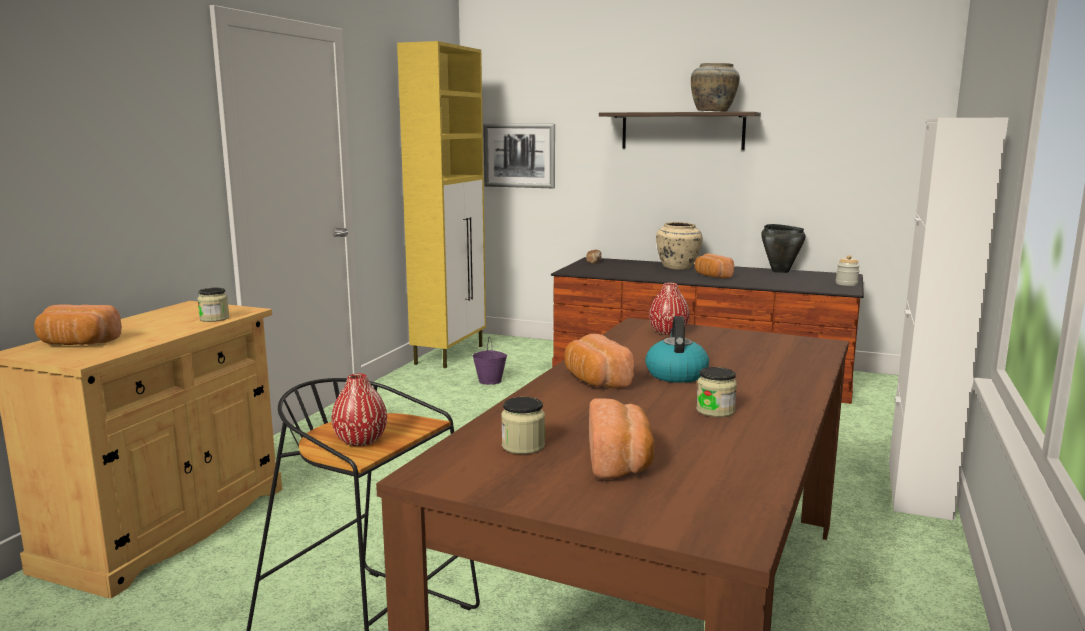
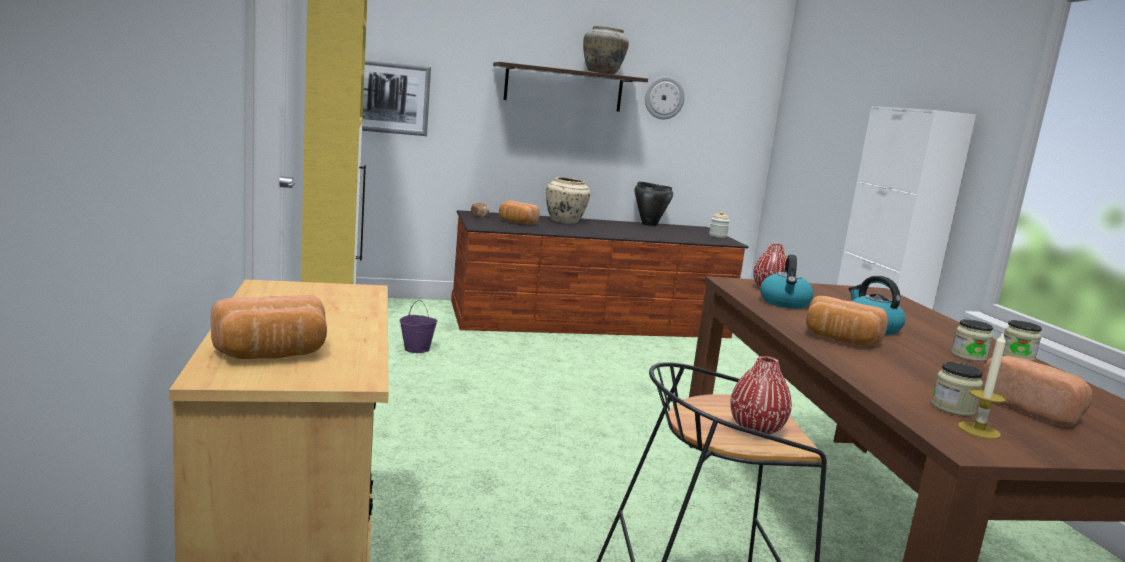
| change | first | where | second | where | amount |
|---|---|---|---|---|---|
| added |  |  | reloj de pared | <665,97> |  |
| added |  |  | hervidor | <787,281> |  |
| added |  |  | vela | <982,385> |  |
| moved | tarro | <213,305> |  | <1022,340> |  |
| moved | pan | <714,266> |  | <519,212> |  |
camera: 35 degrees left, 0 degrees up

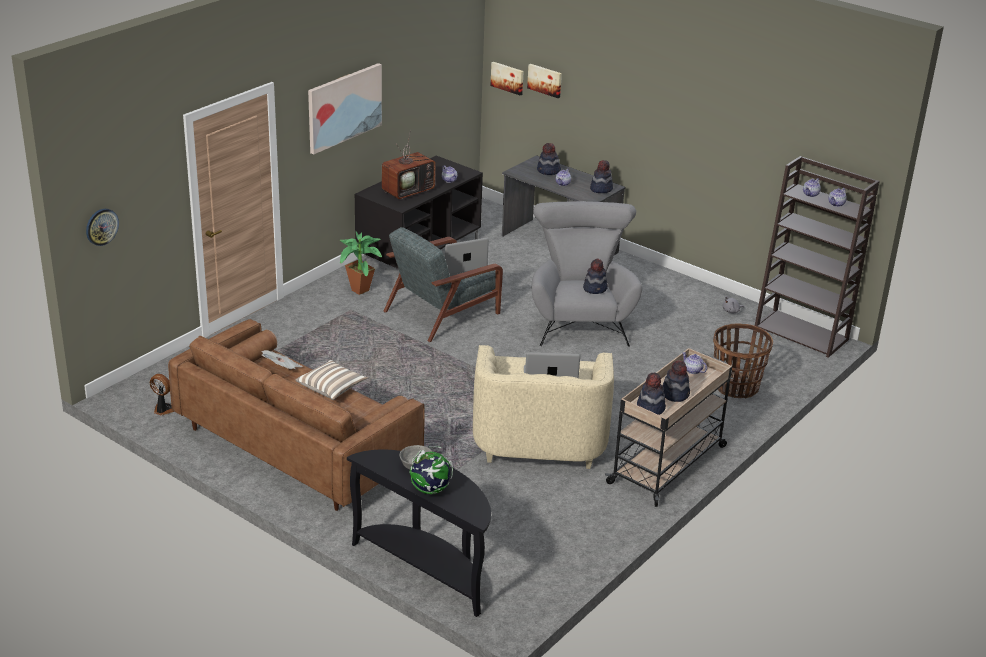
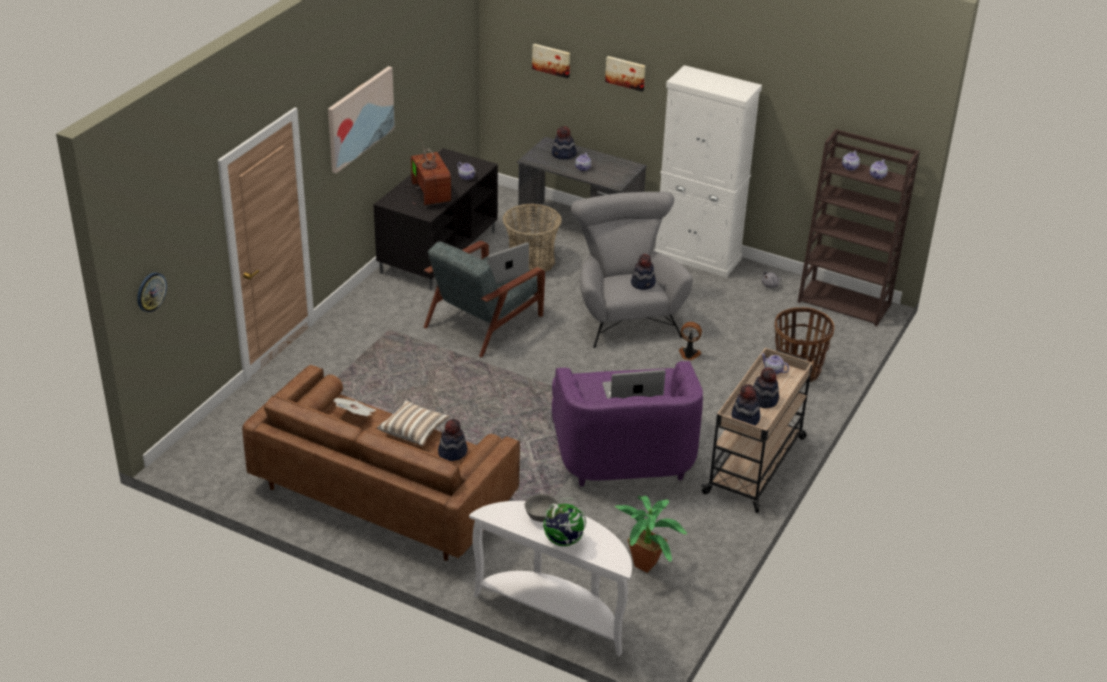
| change | first | where | second | where | amount |
|---|---|---|---|---|---|
| added |  |  | cesta | <532,238> |  |
| added |  |  | armario (blanco) | <708,171> |  |
| moved | ventilador | <162,395> |  | <690,341> |  |
| moved | planta en maceta | <361,263> |  | <651,534> |  |
| moved | cuadro | <507,79> |  | <625,74> |  |
| moved | sombrero | <601,176> |  | <452,440> |  |
| recoloured | mesa consola (negro) | <419,533> | mesa consola (blanco) | <550,579> |  |
| recoloured | sillón (beis) | <543,407> | sillón (morado) | <627,423> |  |
| turned | televisor | <409,165> |  | <430,170> | 60 degrees counterclockwise |
camera: 10 degrees left, 5 degrees up

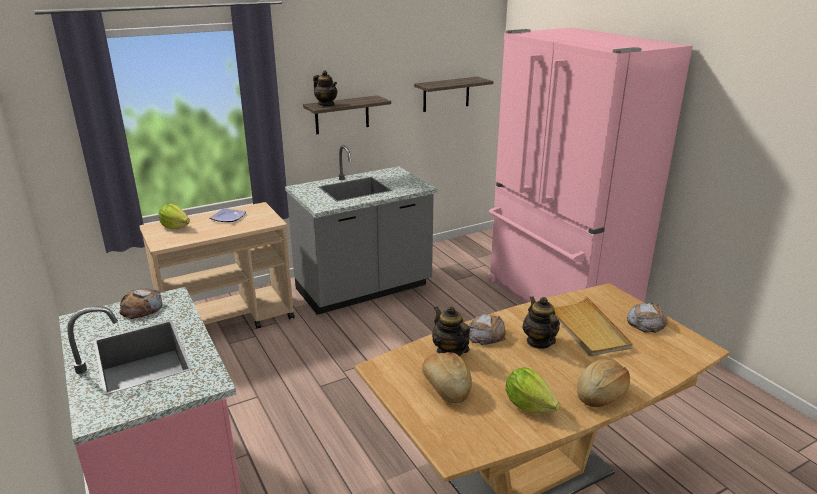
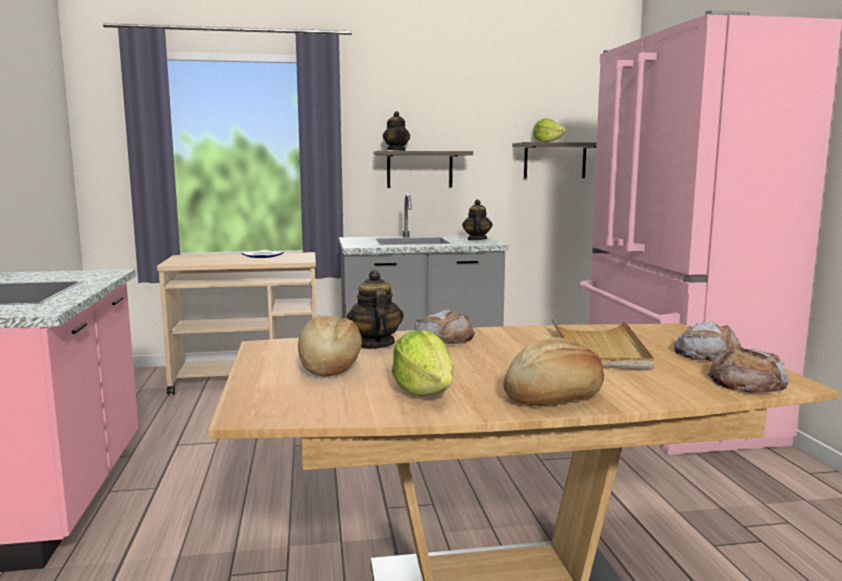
| change | first | where | second | where | amount |
|---|---|---|---|---|---|
| moved | pan | <141,303> |  | <748,370> |  |
| moved | lechuga | <174,216> |  | <549,130> |  |
| moved | tetera | <541,323> |  | <477,220> |  |
camera: 20 degrees right, 15 degrees down

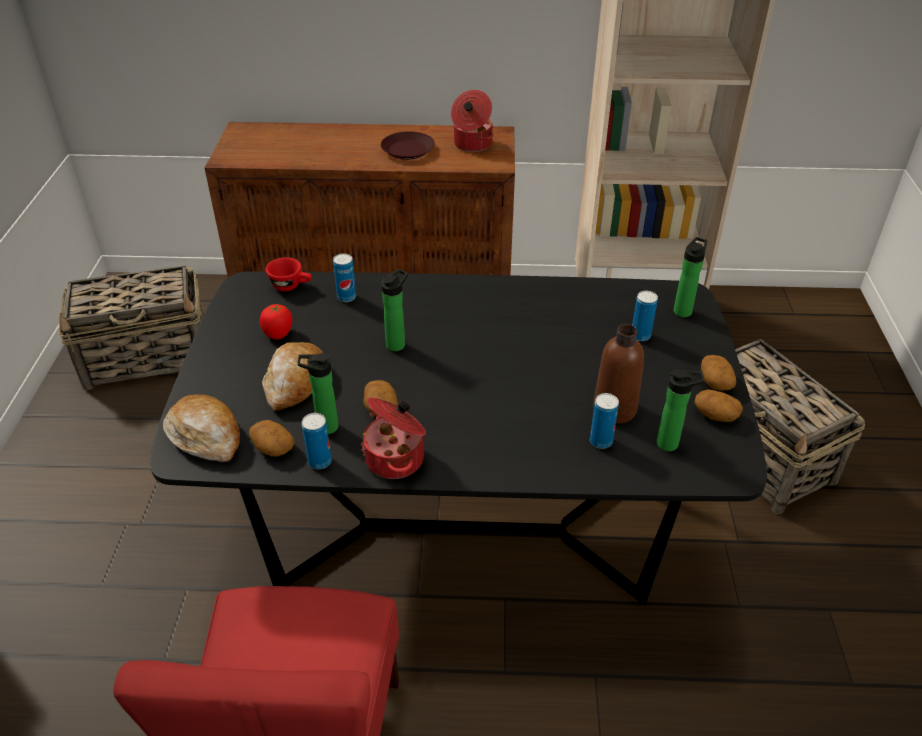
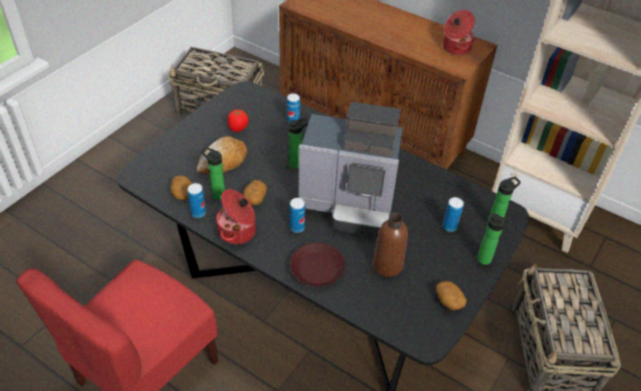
| change | first | where | second | where | amount |
|---|---|---|---|---|---|
| removed | pan | <201,428> |  |  |  |
| removed | taza (rojo) | <289,274> |  |  |  |
| removed | patata | <718,372> |  |  |  |
| added |  |  | cafetera | <350,169> |  |
| moved | plato (marrón) | <408,145> |  | <317,265> |  |
| moved | lata | <604,421> |  | <297,215> |  |
| moved | botella | <680,410> |  | <494,239> |  |
camera: 30 degrees right, 5 degrees up

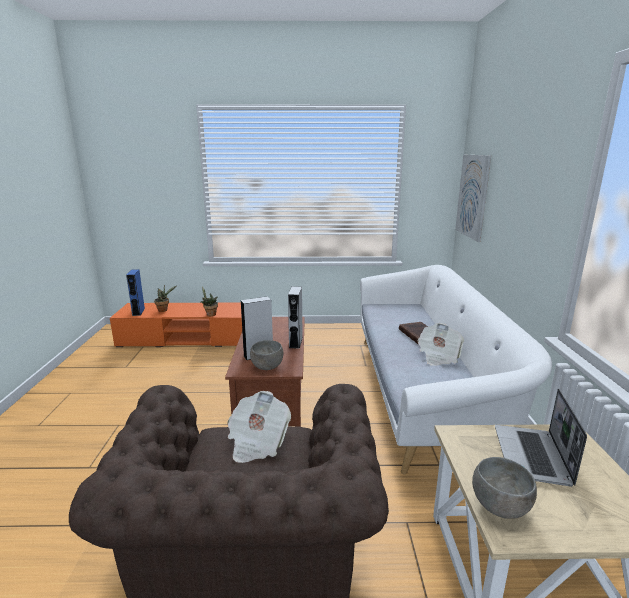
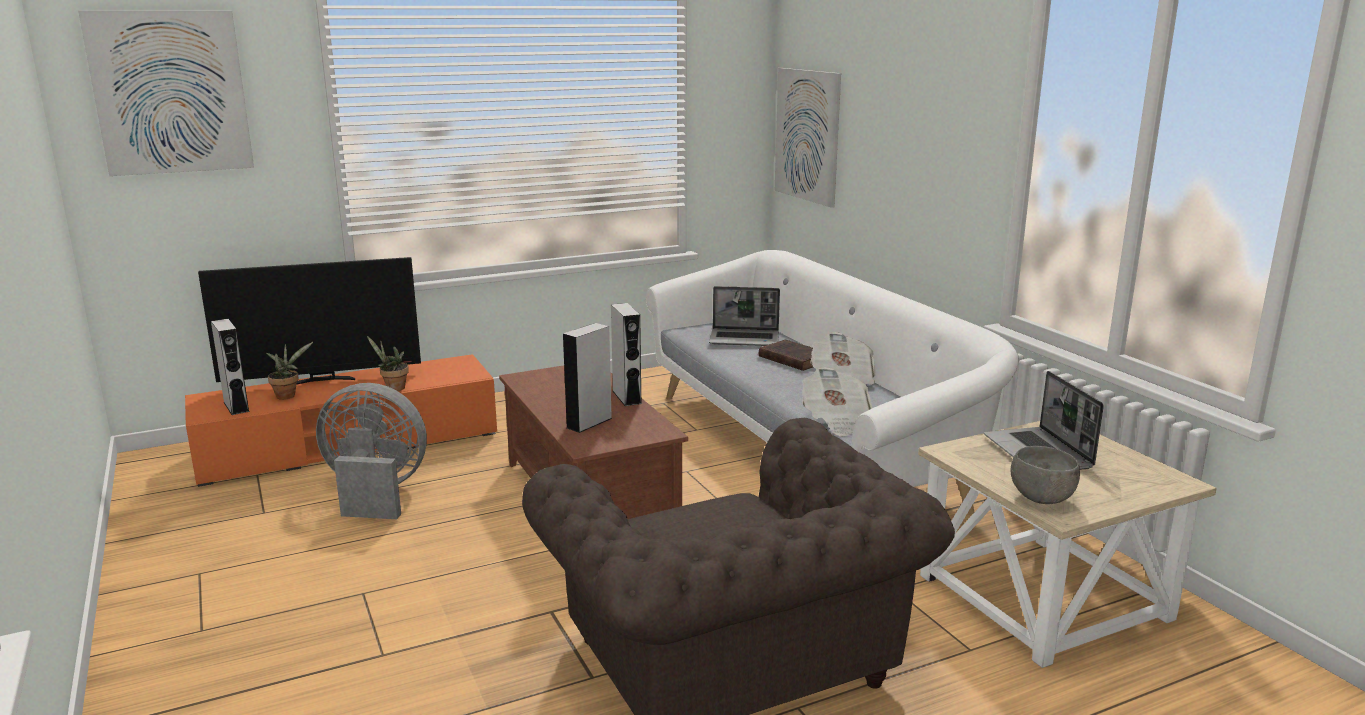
| change | first | where | second | where | amount |
|---|---|---|---|---|---|
| removed | cuenco (gris) | <266,355> |  |  |  |
| added |  |  | cuadro | <166,93> |  |
| added |  |  | televisor | <309,321> |  |
| added |  |  | ventilador (gris) | <371,451> |  |
| added |  |  | portátil | <744,316> |  |
| moved | periódico | <259,427> |  | <837,401> |  |
| recoloured | altavoz (azul) | <135,292> | altavoz (gris) | <230,367> |  |
camera: 25 degrees left, 0 degrees up

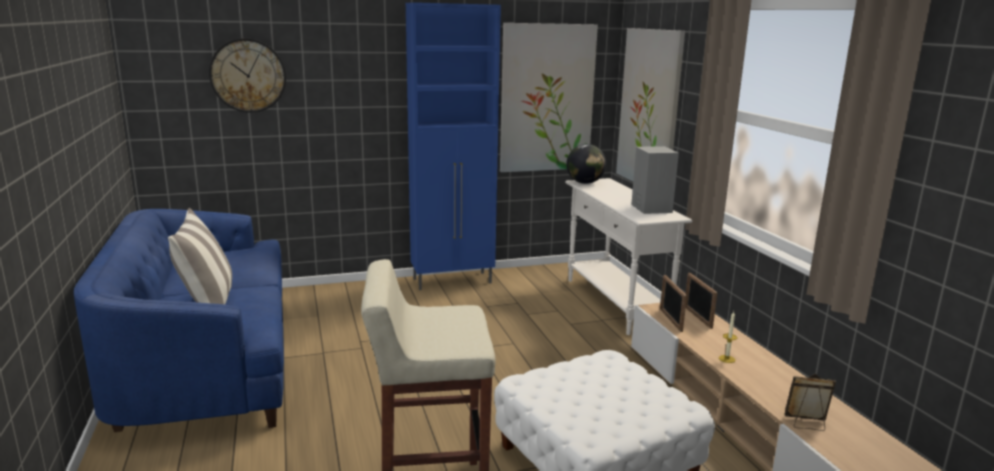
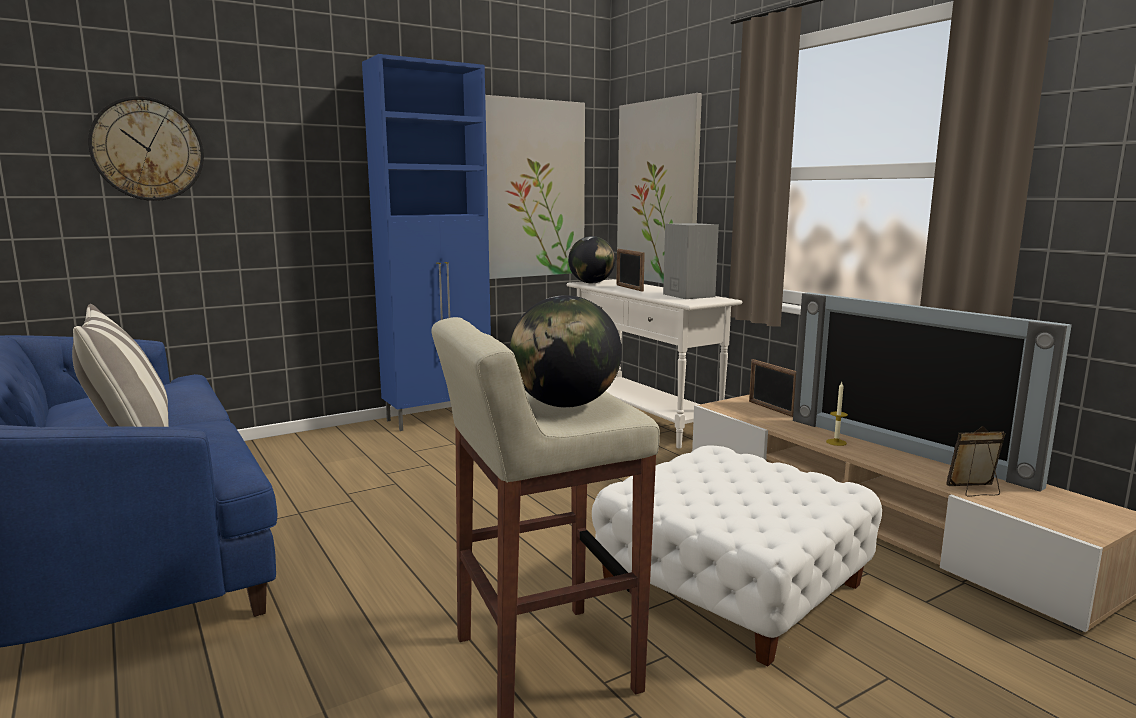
| change | first | where | second | where | amount |
|---|---|---|---|---|---|
| added |  |  | globo terráqueo | <566,351> |  |
| added |  |  | televisor | <932,391> |  |
| moved | portarretratos | <673,303> |  | <630,270> |  |
camera: 15 degrees left, 5 degrees down

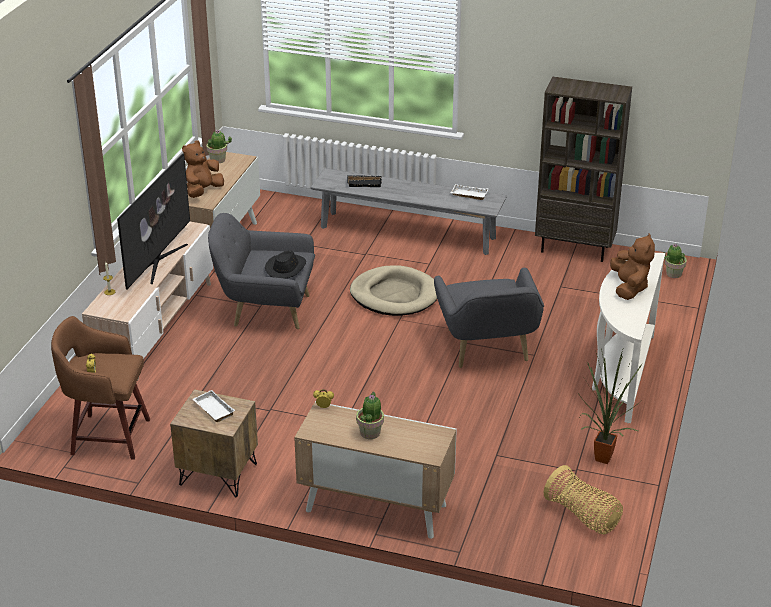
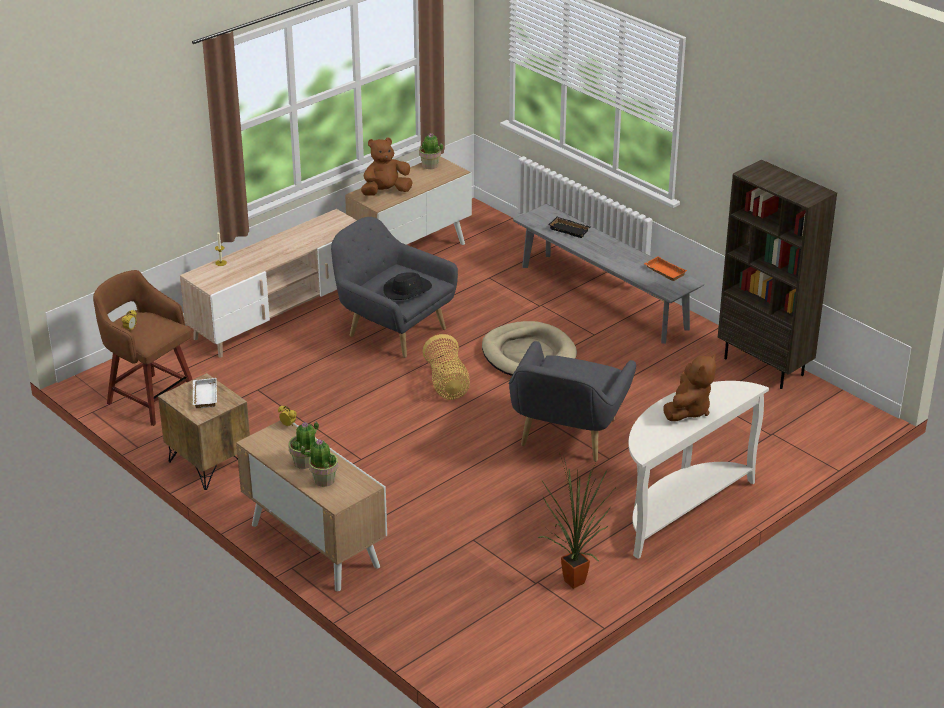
| change | first | where | second | where | amount |
|---|---|---|---|---|---|
| removed | televisor | <153,221> |  |  |  |
| moved | cesta | <583,499> |  | <446,367> |  |
| moved | planta en maceta | <675,261> |  | <319,463> |  |
| recoloured | bandeja (blanco) | <470,192> | bandeja (naranja) | <665,268> |  |
camera: 30 degrees right, 0 degrees up

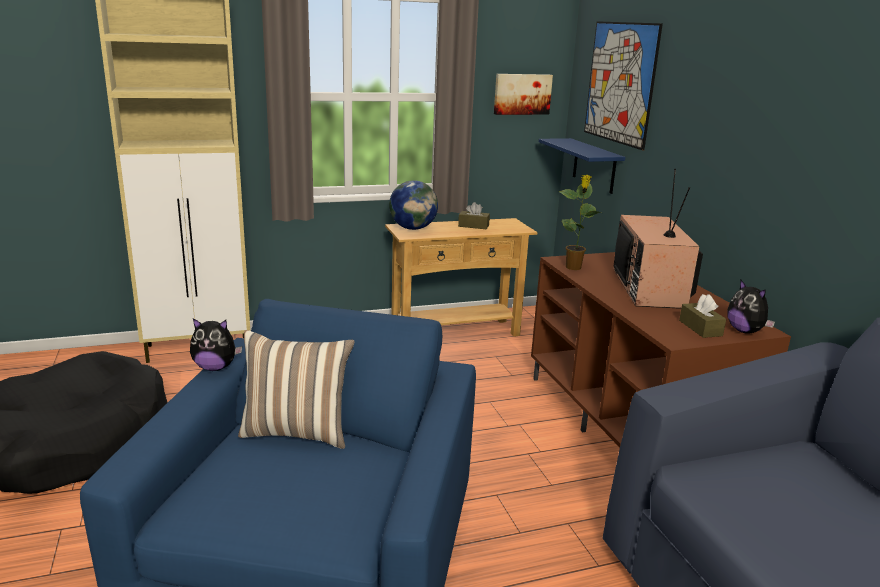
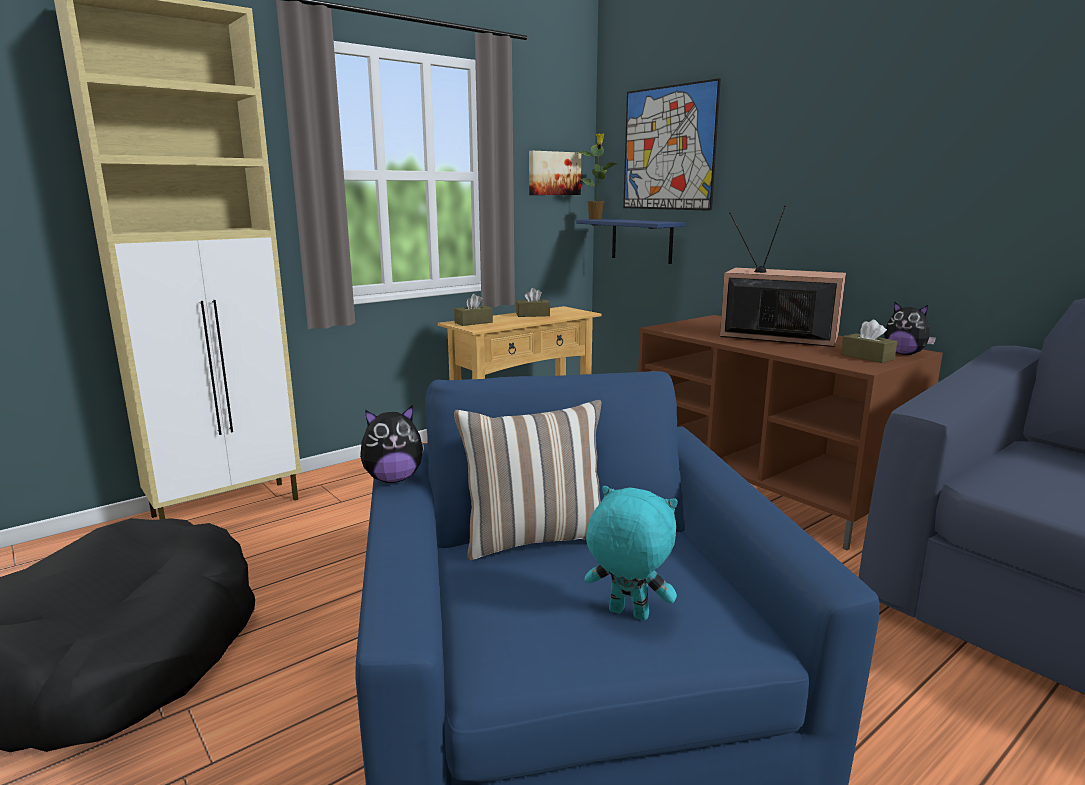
| change | first | where | second | where | amount |
|---|---|---|---|---|---|
| added |  |  | peluche (turquesa) | <631,553> |  |
| moved | planta en maceta | <580,222> |  | <597,176> |  |
| replaced | globo terráqueo | <413,205> | caja de pañuelos (marrón) | <473,310> |  |
| turned | televisor | <658,239> |  | <783,276> | 135 degrees clockwise |
camera: 20 degrees left, 5 degrees down

